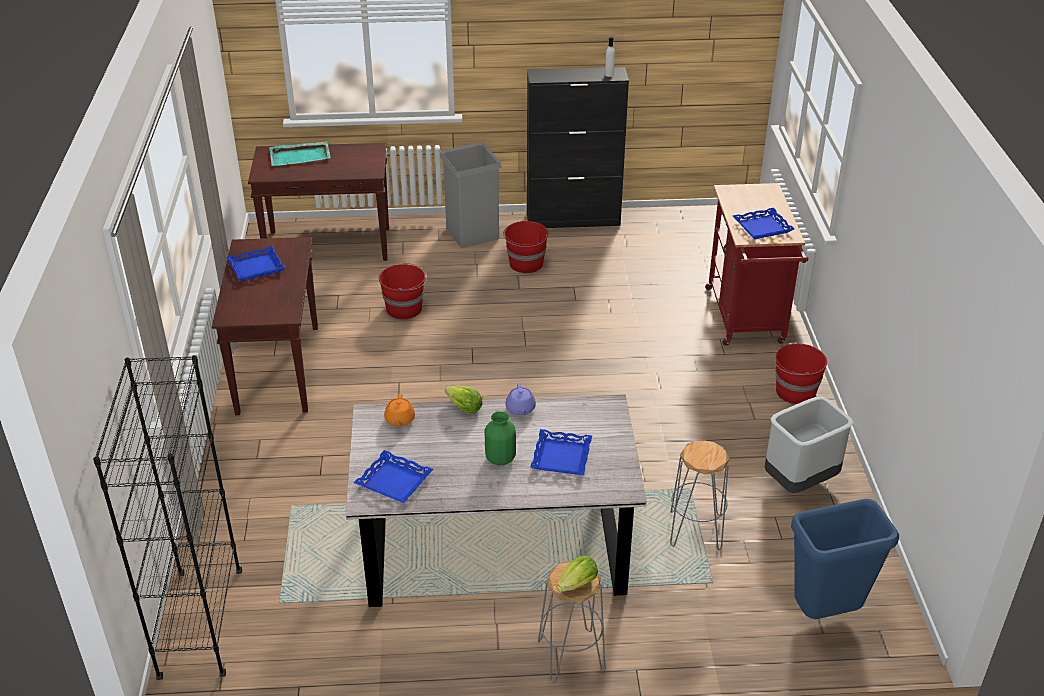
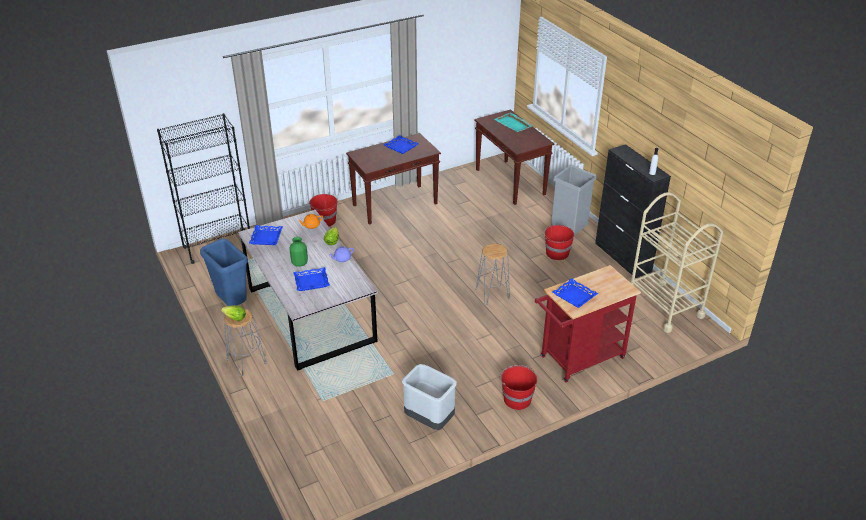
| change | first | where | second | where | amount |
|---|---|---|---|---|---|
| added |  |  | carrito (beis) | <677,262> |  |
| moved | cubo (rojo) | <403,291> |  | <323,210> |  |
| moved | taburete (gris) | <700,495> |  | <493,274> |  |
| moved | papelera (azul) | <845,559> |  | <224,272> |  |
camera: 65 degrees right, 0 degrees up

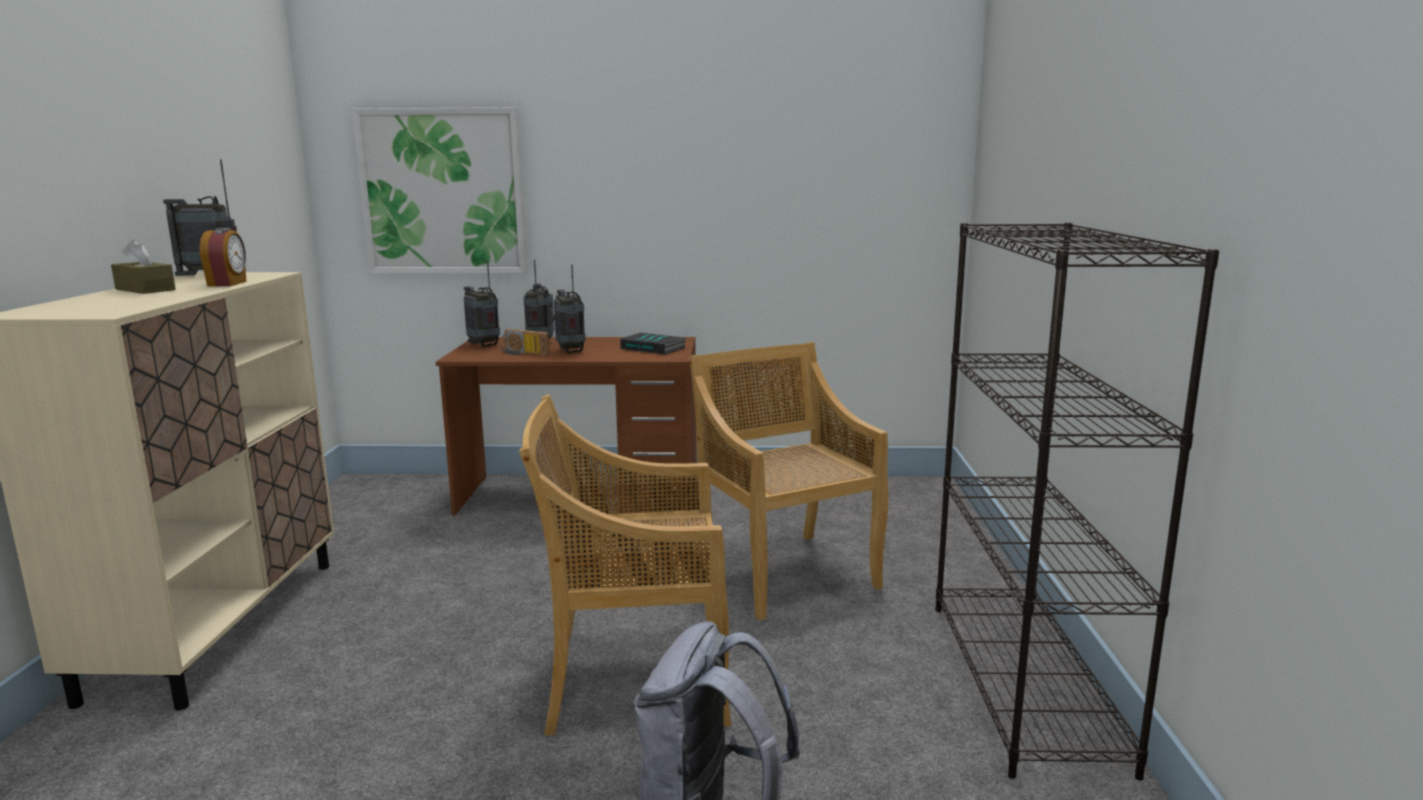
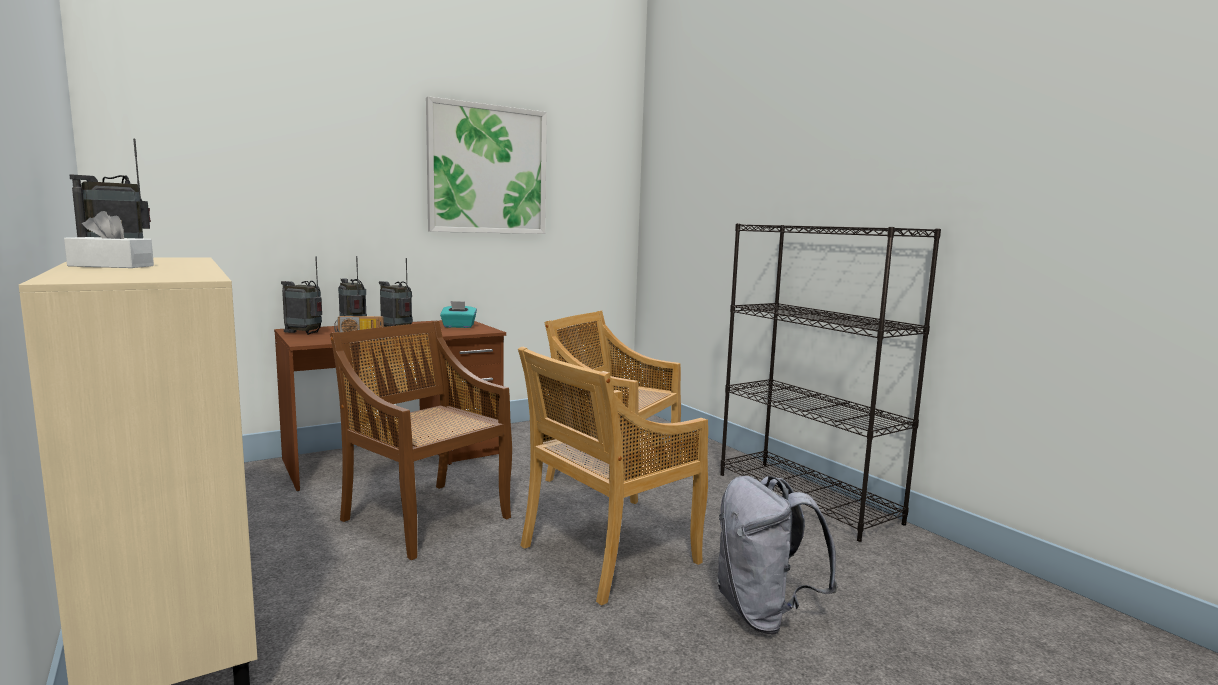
| change | first | where | second | where | amount |
|---|---|---|---|---|---|
| removed | despertador | <222,257> |  |  |  |
| added |  |  | silla (marrón) | <421,440> |  |
| moved | cuadro | <439,190> |  | <486,165> |  |
| replaced | libro | <653,344> | caja de pañuelos (turquesa) | <458,314> |  |
| recoloured | caja de pañuelos (marrón) | <143,267> | caja de pañuelos (blanco) | <109,239> |  |
camera: 35 degrees left, 5 degrees down

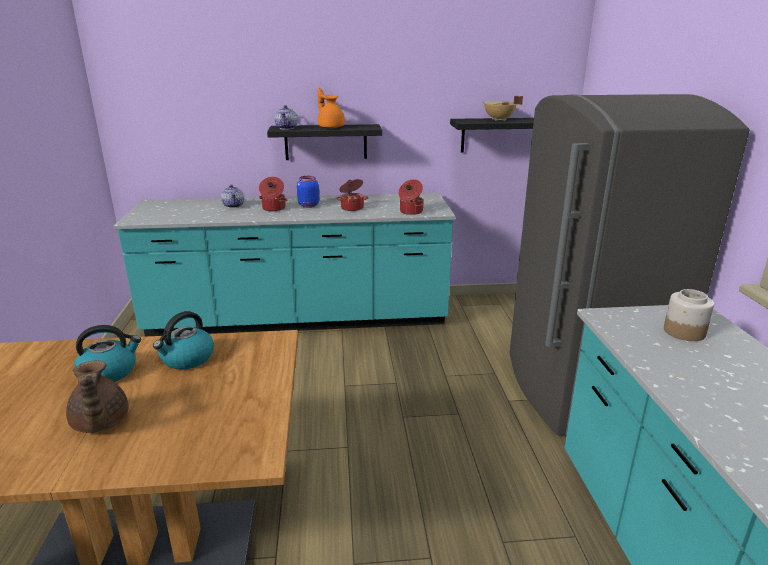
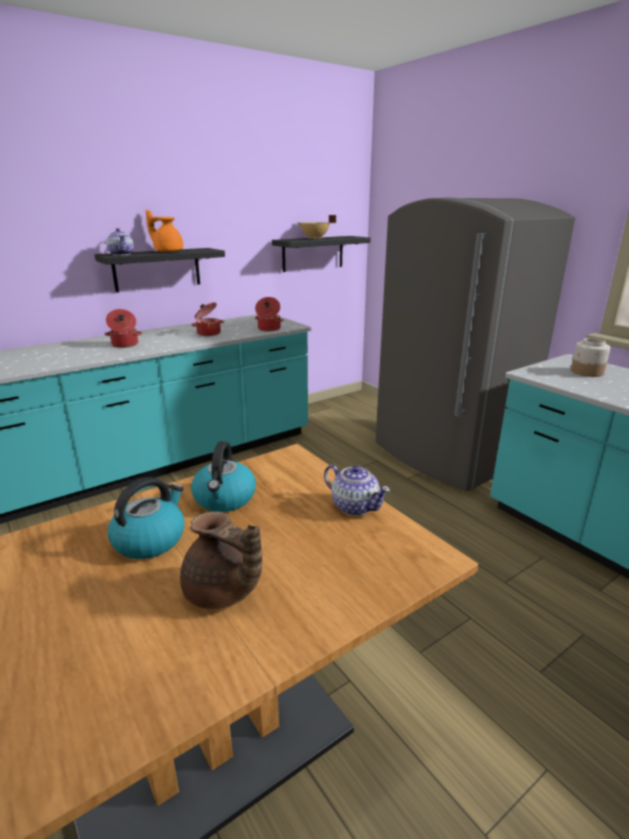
| change | first | where | second | where | amount |
|---|---|---|---|---|---|
| removed | tarro (azul) | <308,192> |  |  |  |
| moved | tetera | <232,196> |  | <357,490> |  |
camera: 30 degrees left, 0 degrees up

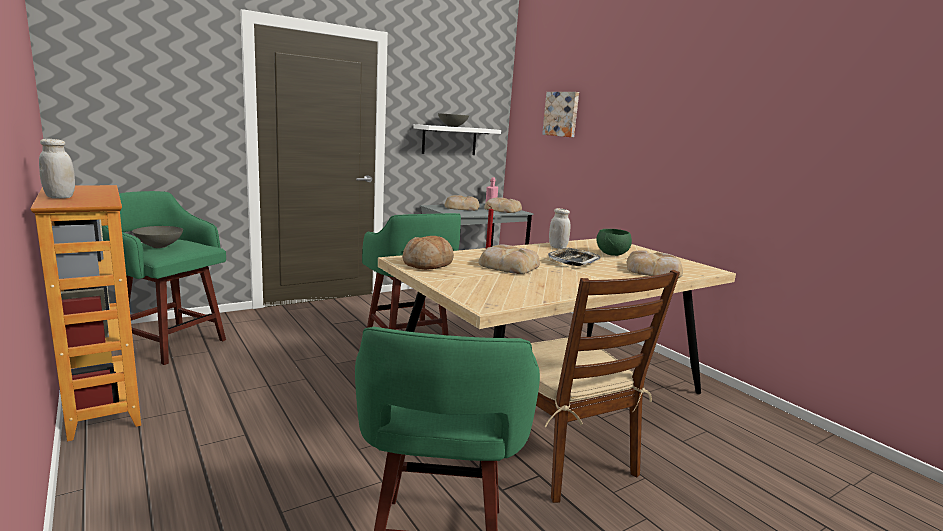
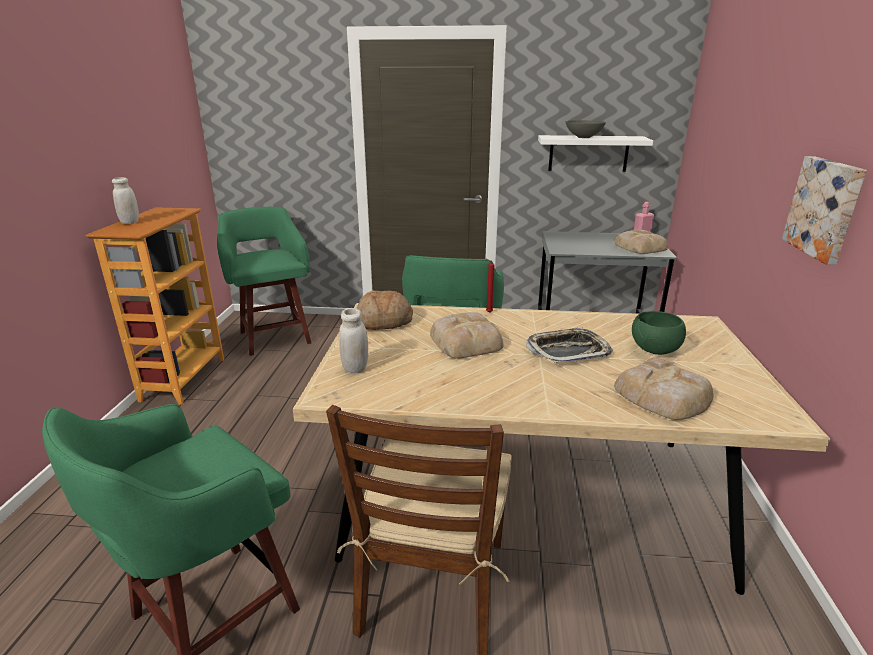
| change | first | where | second | where | amount |
|---|---|---|---|---|---|
| removed | cuenco (gris) | <157,237> |  |  |  |
| removed | pan | <462,203> |  |  |  |
| moved | cuadro | <560,114> |  | <824,210> |  |
| moved | tarro (blanco) | <559,228> |  | <353,340> |  |
camera: 40 degrees right, 10 degrees up

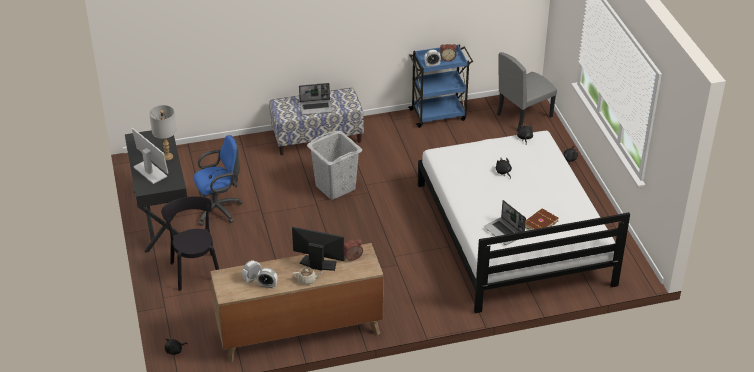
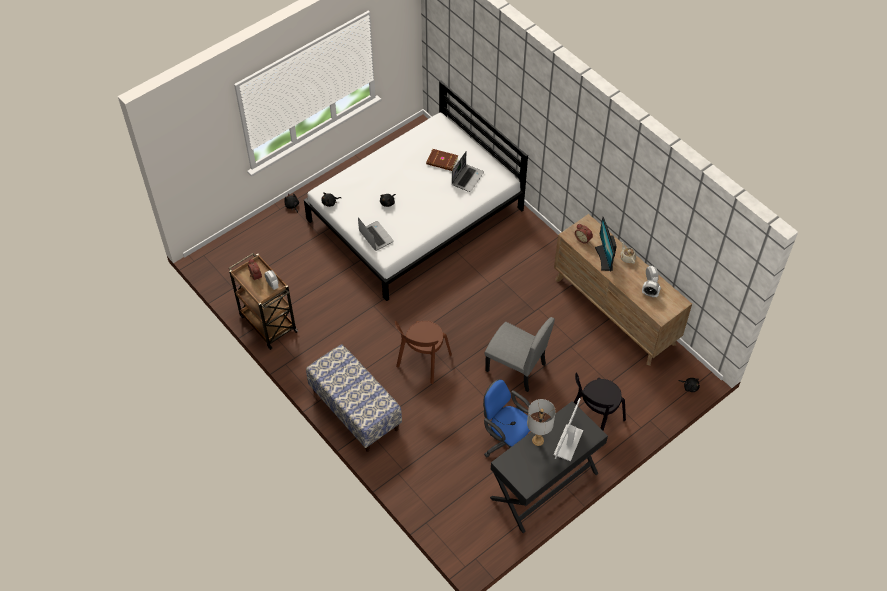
| change | first | where | second | where | amount |
|---|---|---|---|---|---|
| moved | portátil | <316,99> |  | <376,234> |  |
| moved | silla (gris) | <527,91> |  | <520,354> |  |
| replaced | cesto de la ropa (gris) | <334,165> | silla (marrón) | <423,352> |  |
| recoloured | carrito (azul) | <440,86> | carrito (marrón) | <264,301> |  |
camera: 115 degrees left, 15 degrees up

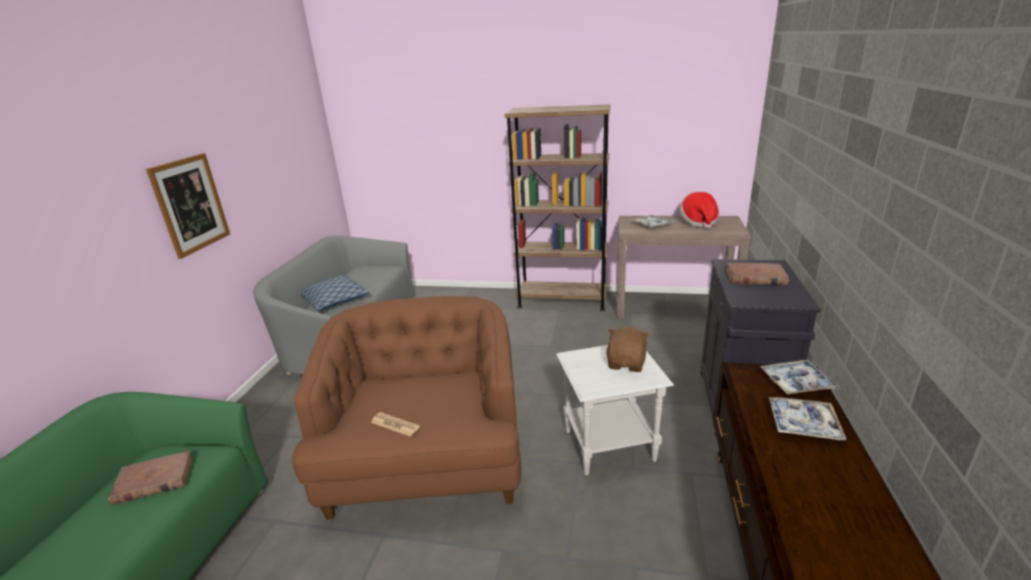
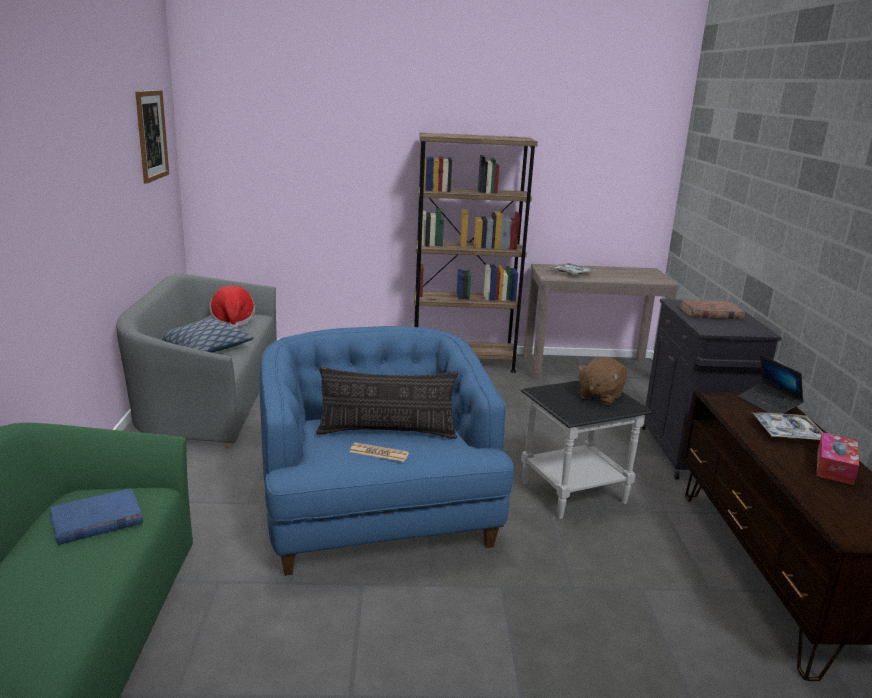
| change | first | where | second | where | amount |
|---|---|---|---|---|---|
| added |  |  | cojín | <387,403> |  |
| added |  |  | caja de pañuelos | <838,458> |  |
| moved | cuadro | <188,206> |  | <152,137> |  |
| moved | sombrero | <699,210> |  | <232,307> |  |
| replaced | bandeja | <800,377> | portátil | <771,384> |  |
| recoloured | libro (marrón) | <151,477> | libro (azul) | <96,516> |  |
| recoloured | sillón (marrón) | <406,408> | sillón (azul) | <387,451> |  |
| recoloured | mesa auxiliar (blanco) | <615,410> | mesa auxiliar (negro) | <587,450> |  |
| turned | peluche (marrón) | <628,349> |  | <602,381> | 150 degrees counterclockwise |
camera: 15 degrees left, 5 degrees down

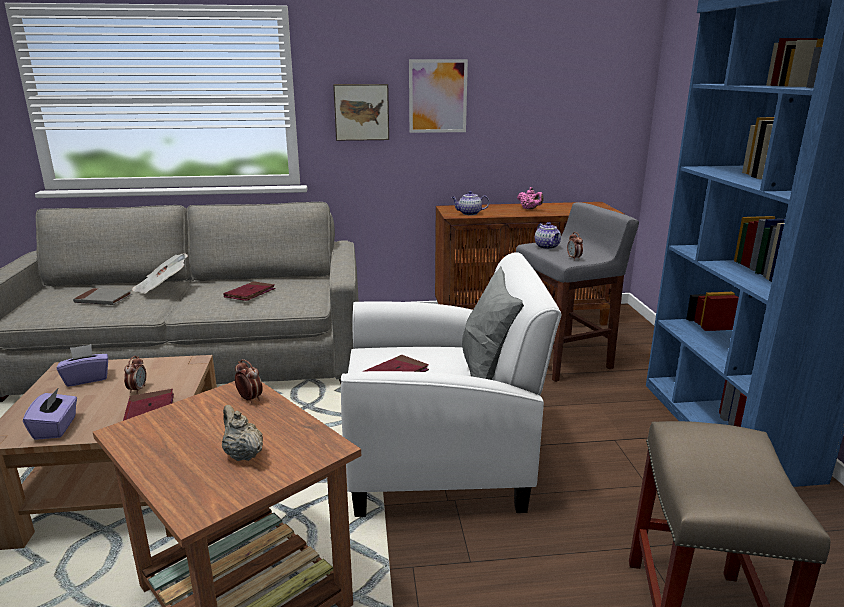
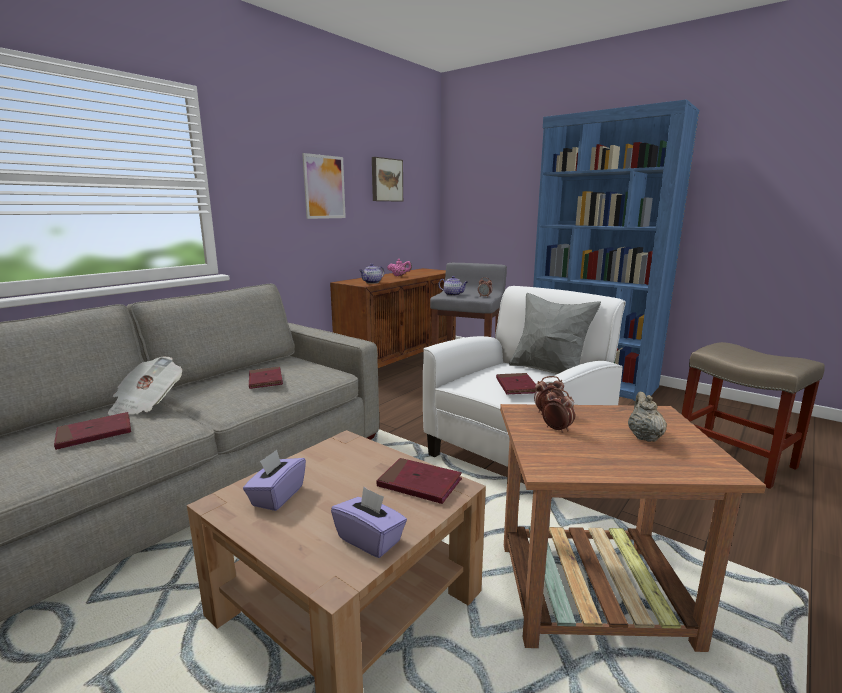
| change | first | where | second | where | amount |
|---|---|---|---|---|---|
| moved | despertador | <135,375> |  | <558,410> |  |
| moved | cuadro | <361,112> |  | <387,179> |  |
| recoloured | libro (gris) | <102,296> | libro (rojo) | <92,431> |  |
| turned | tetera (beis) | <242,433> |  | <647,417> | 90 degrees clockwise |
camera: 45 degrees left, 5 degrees down

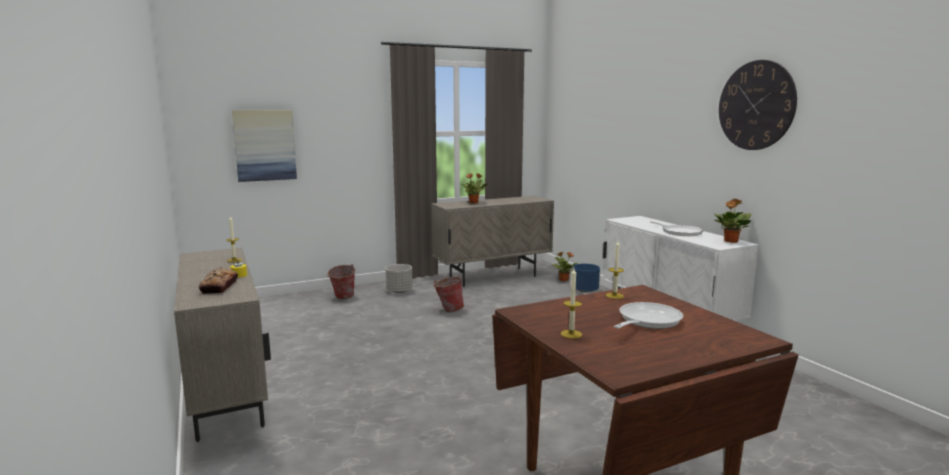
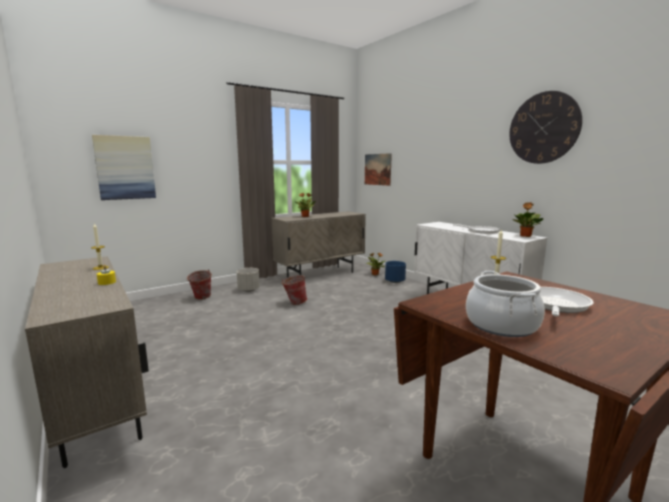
| change | first | where | second | where | amount |
|---|---|---|---|---|---|
| removed | pan | <218,280> |  |  |  |
| added |  |  | cuadro | <378,169> |  |
| replaced | vela | <571,304> | olla | <505,304> |  |
camera: 10 degrees left, 0 degrees up

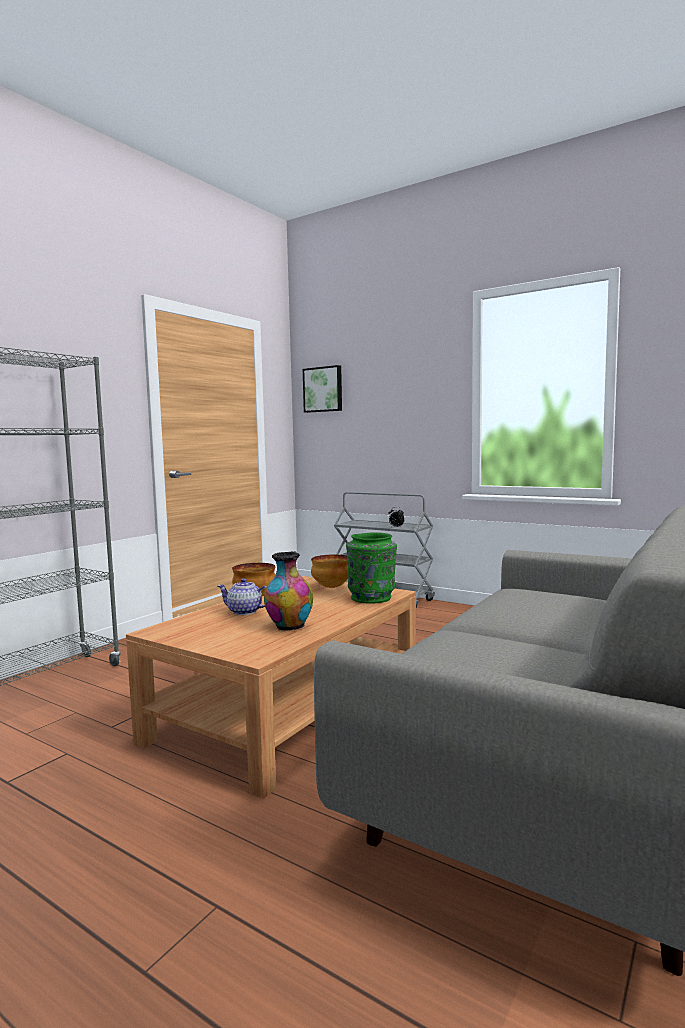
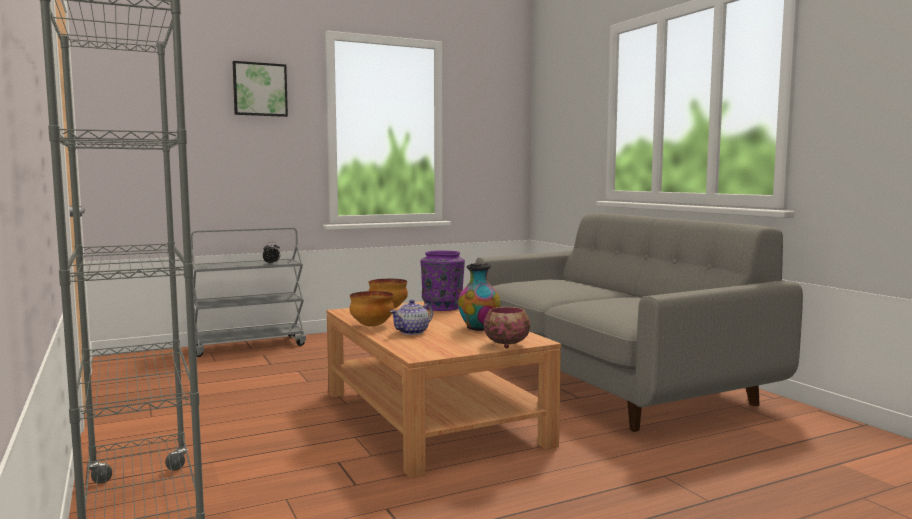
| change | first | where | second | where | amount |
|---|---|---|---|---|---|
| added |  |  | cuenco | <507,327> |  |
| moved | cuadro | <322,389> |  | <260,89> |  |
| recoloured | florero (verde) | <371,568> | florero (morado) | <443,280> |  |
camera: 60 degrees left, 0 degrees up

